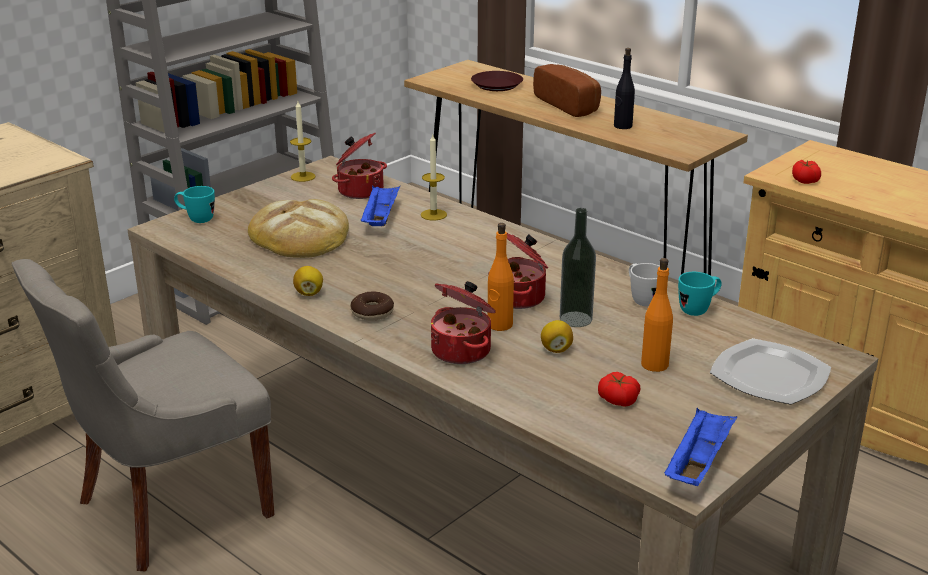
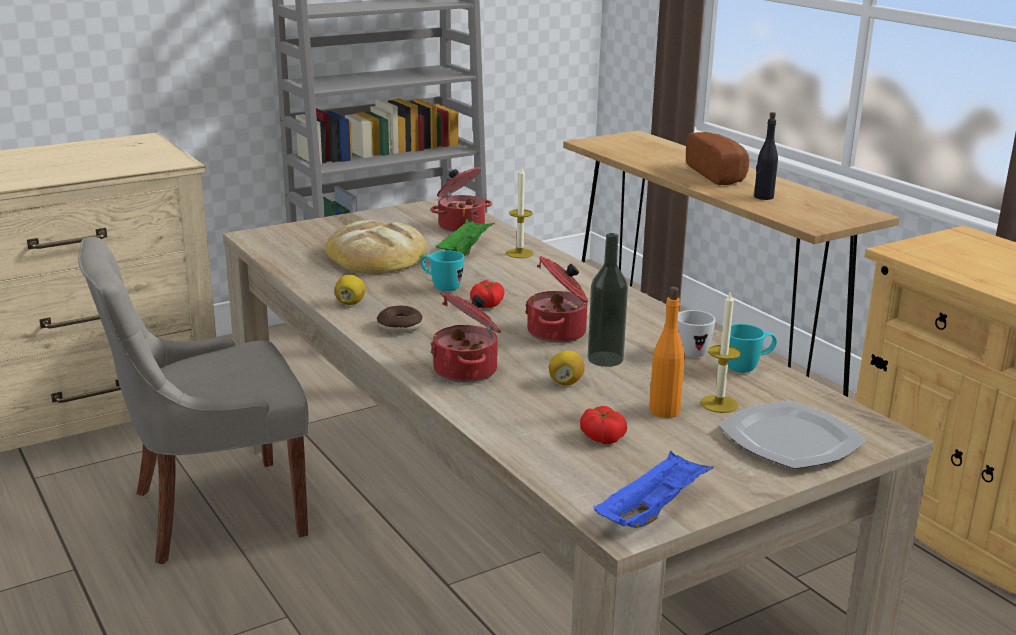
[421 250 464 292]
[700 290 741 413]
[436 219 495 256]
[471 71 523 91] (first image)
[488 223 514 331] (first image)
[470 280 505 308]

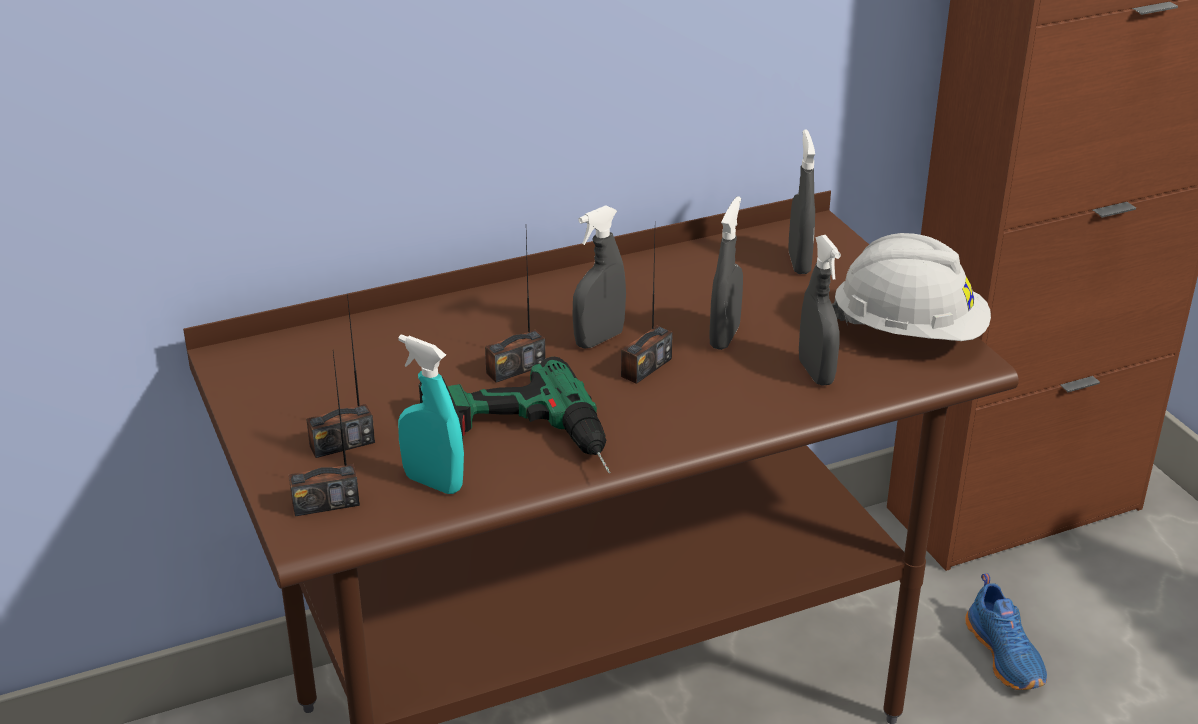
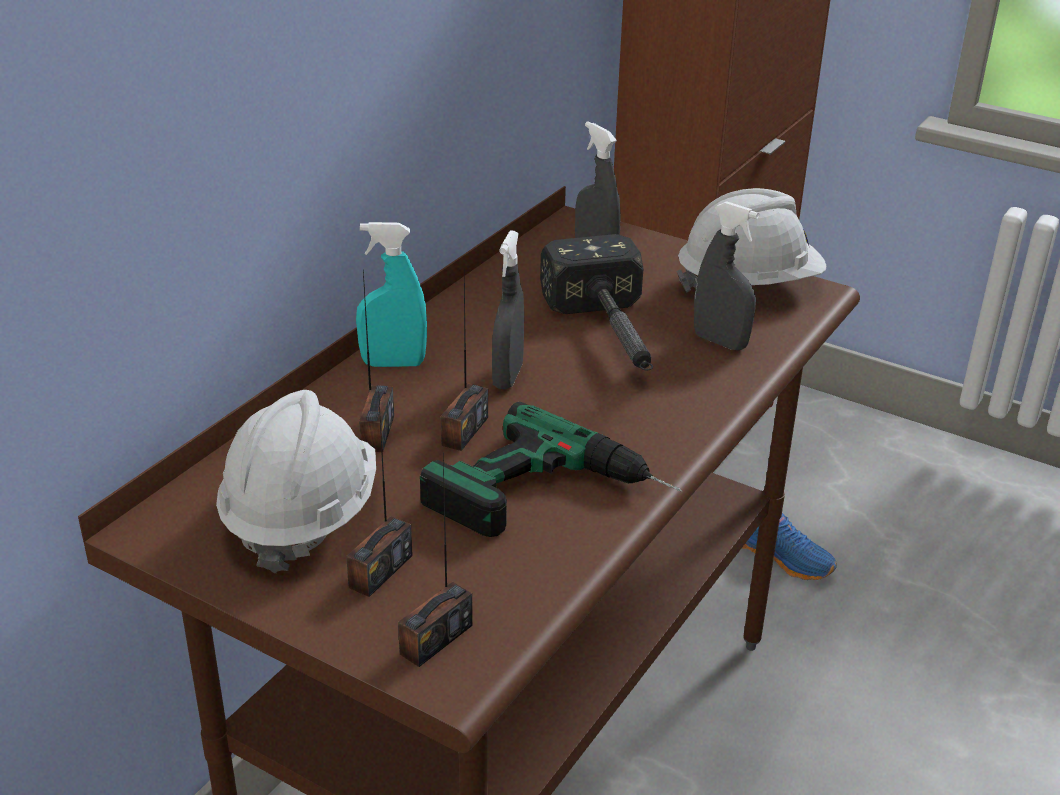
[356 222 427 367]
[359 270 394 452]
[540 234 653 370]
[216 390 376 573]

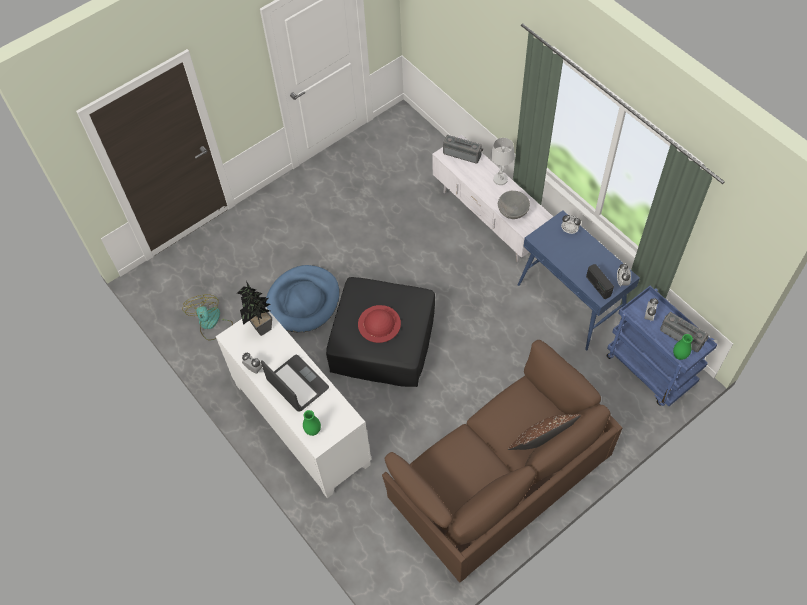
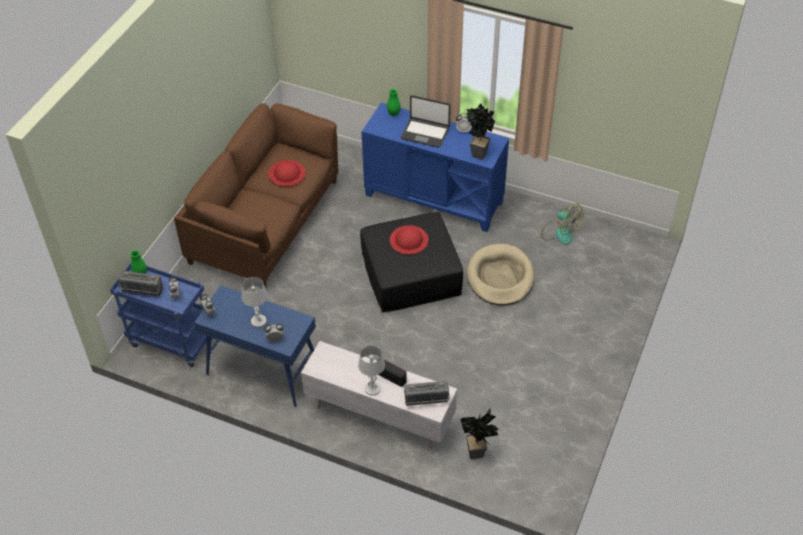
[362 103 509 232]
[467 244 535 305]
[498 191 530 219] (first image)
[508 414 581 450] (first image)
[378 358 407 387]
[242 277 268 328]
[268 160 306 186]
[460 409 499 459]

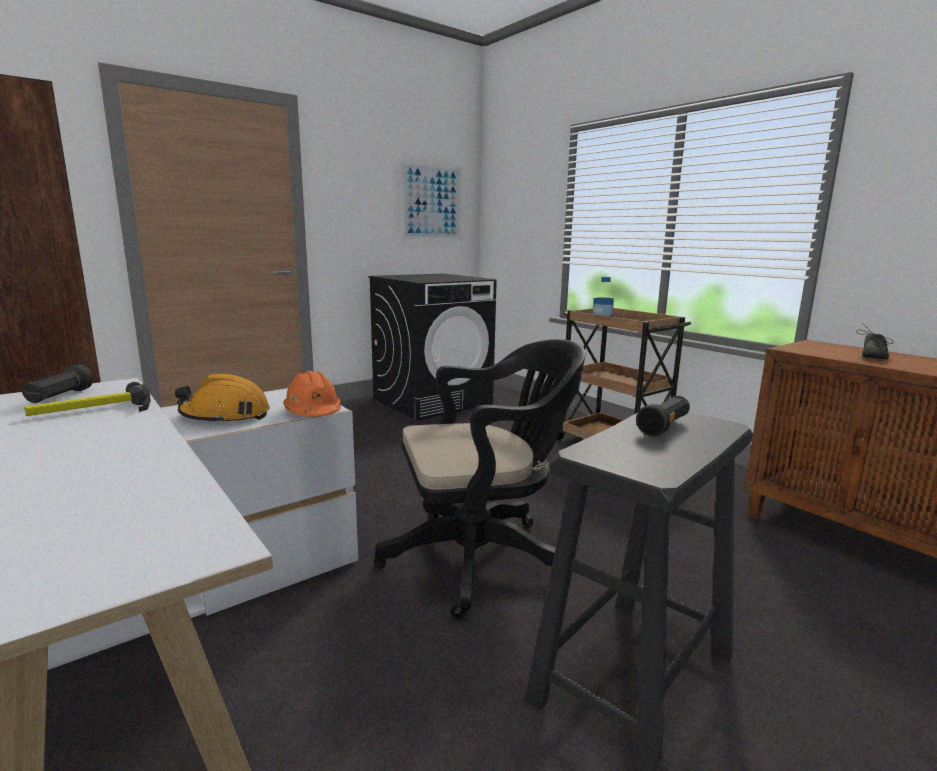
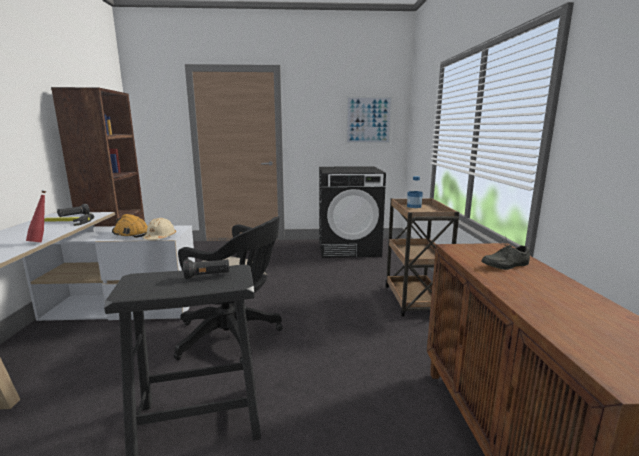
[143 218 176 240]
[26 191 46 242]

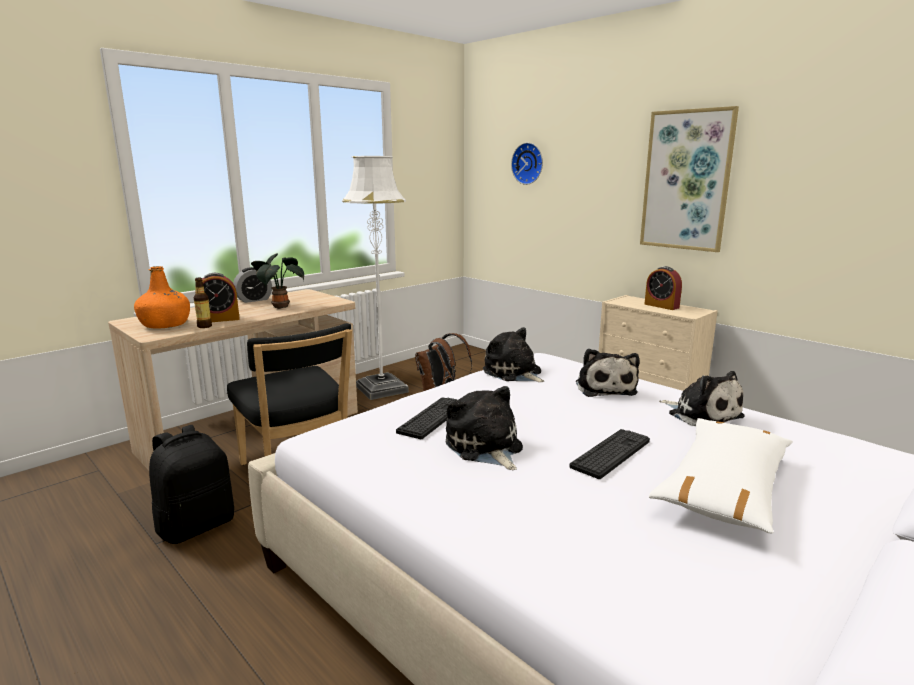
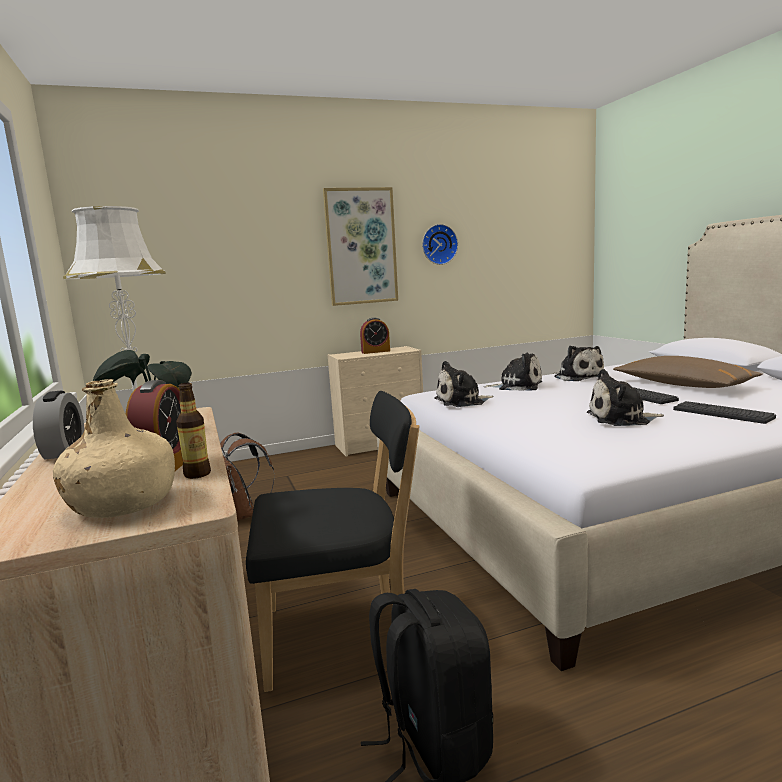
[53 379 175 518]
[673 401 776 424]
[422 224 458 265]
[613 356 763 388]
[553 346 604 381]

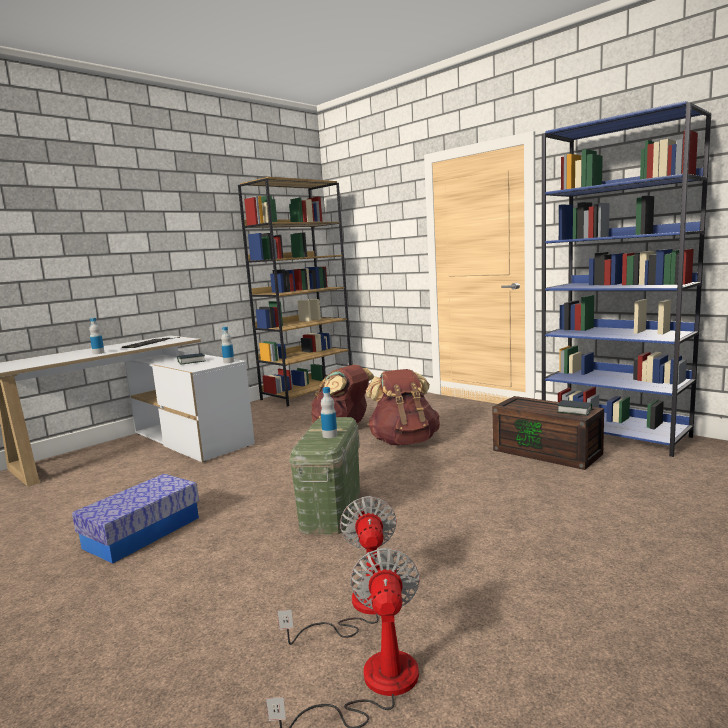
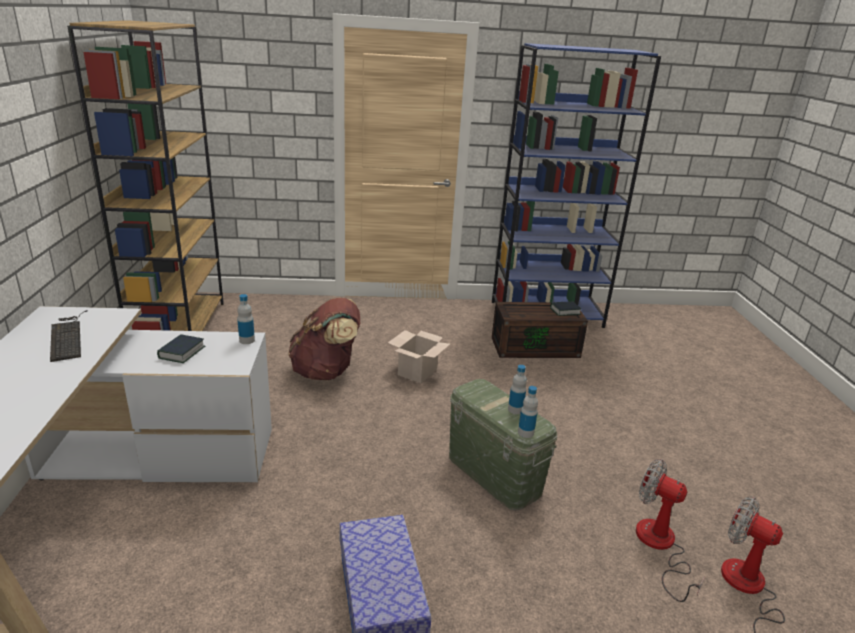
[518 386 538 438]
[388 330 450 383]

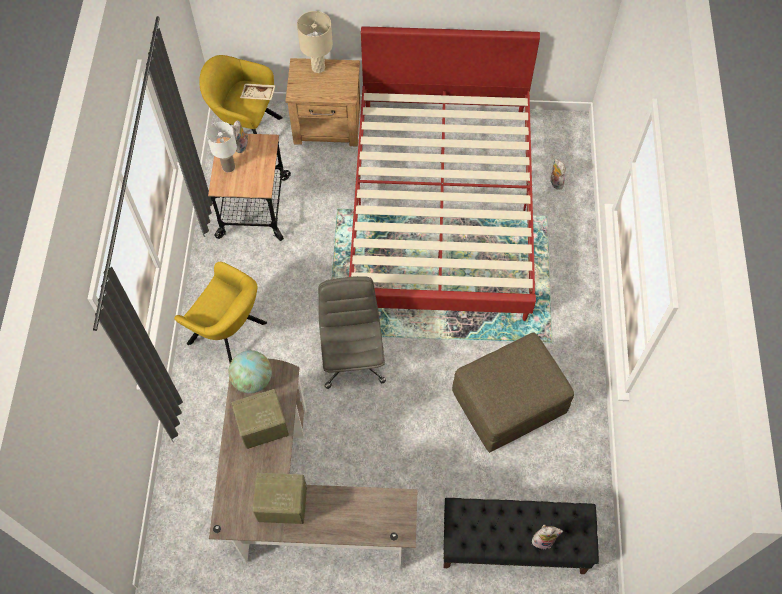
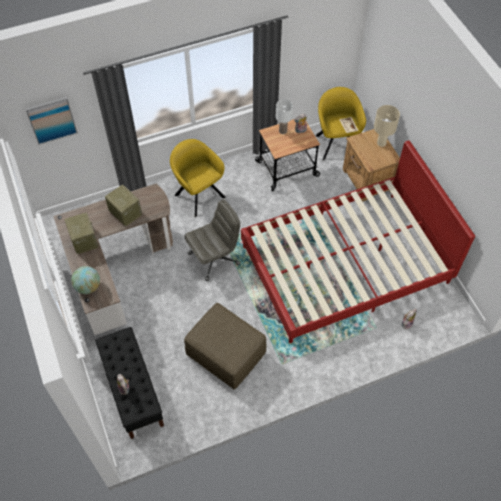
[170 139 226 217]
[71 266 100 294]
[25 97 78 145]

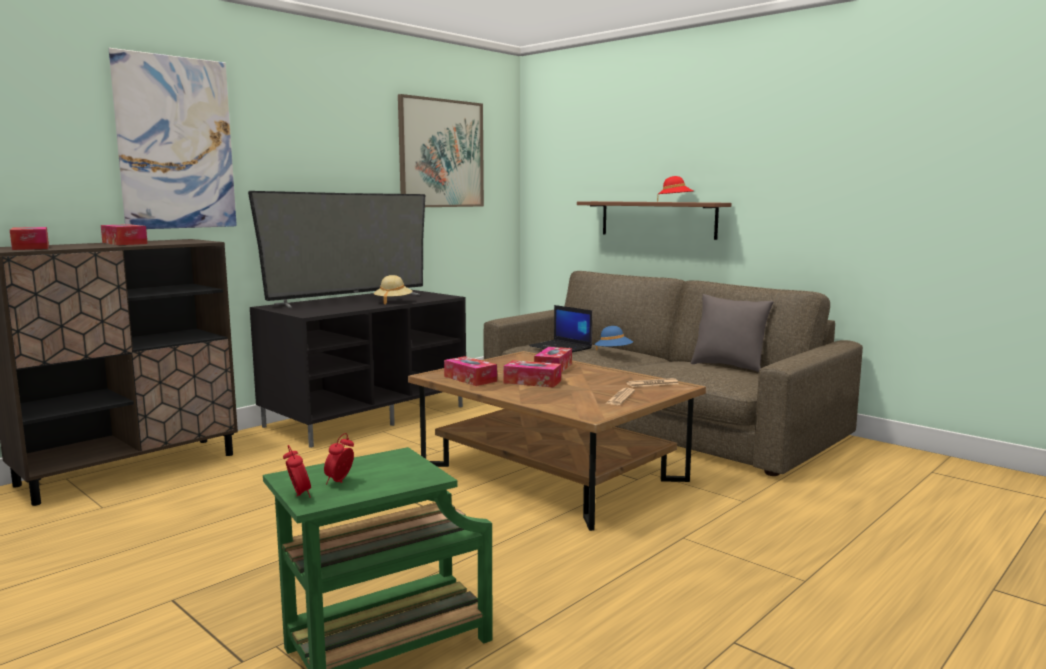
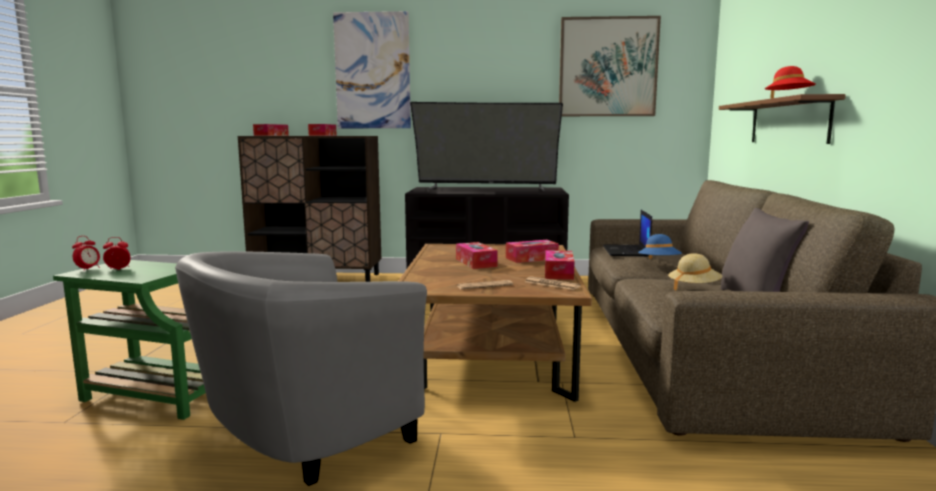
[668 253 723 291]
[545 250 574 280]
[175 251 427 486]

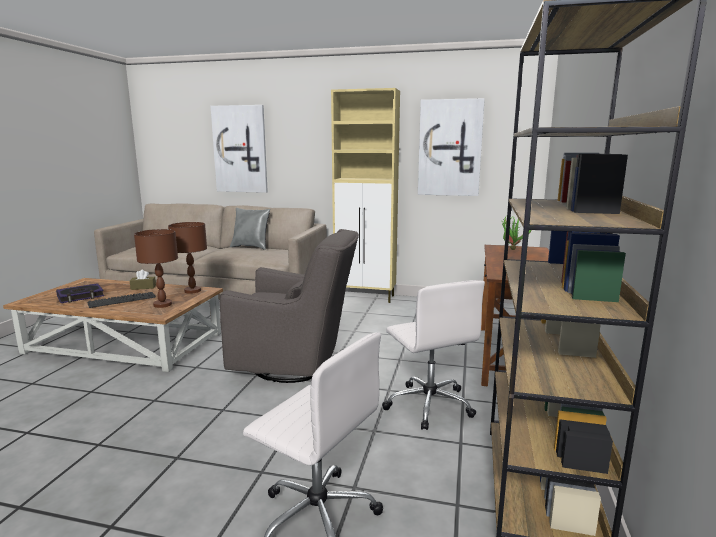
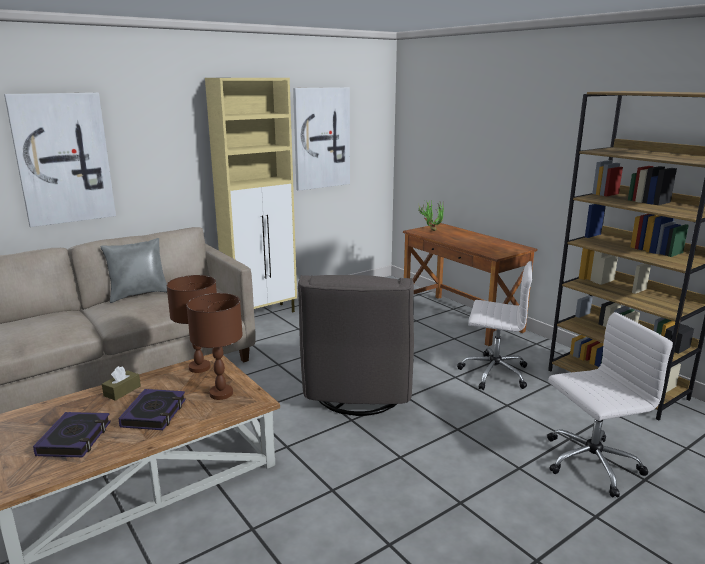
[119 389 186 430]
[298 275 414 416]

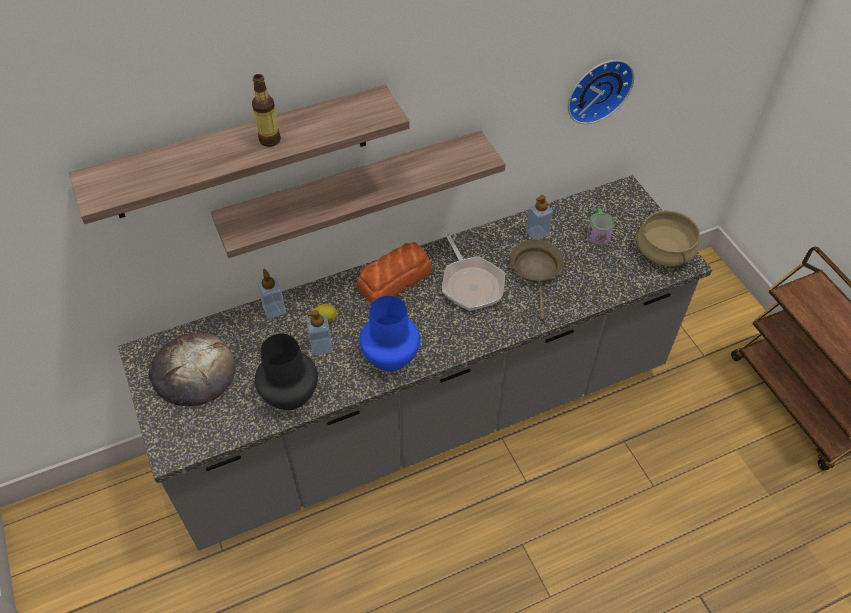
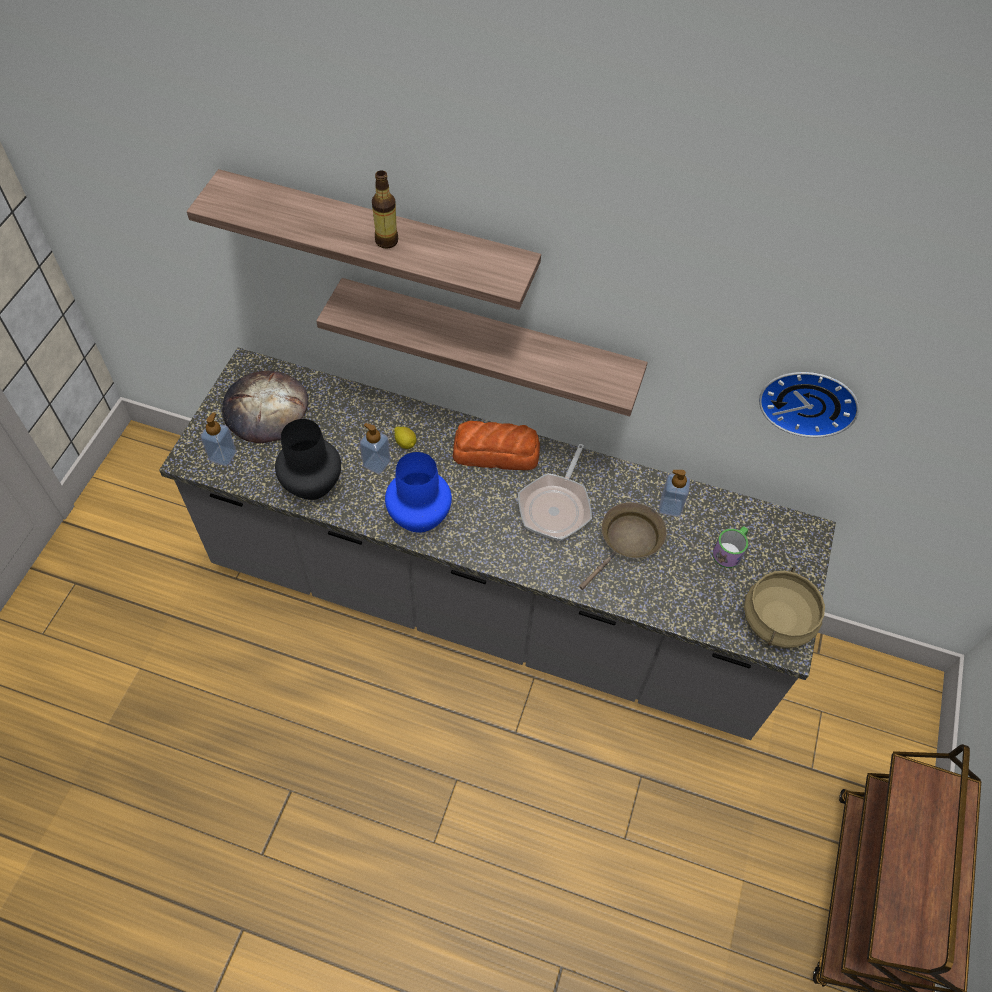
[200 412 236 466]

